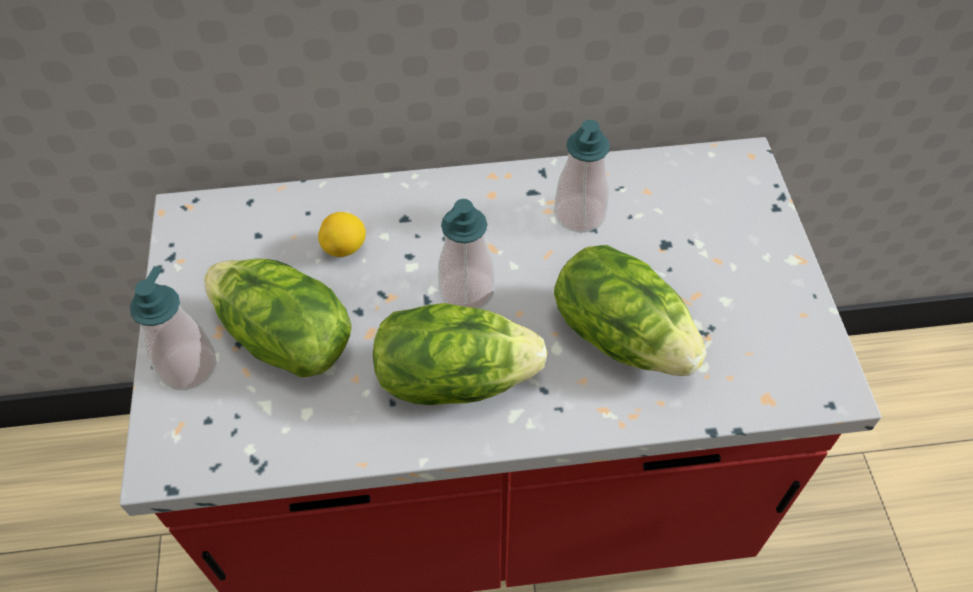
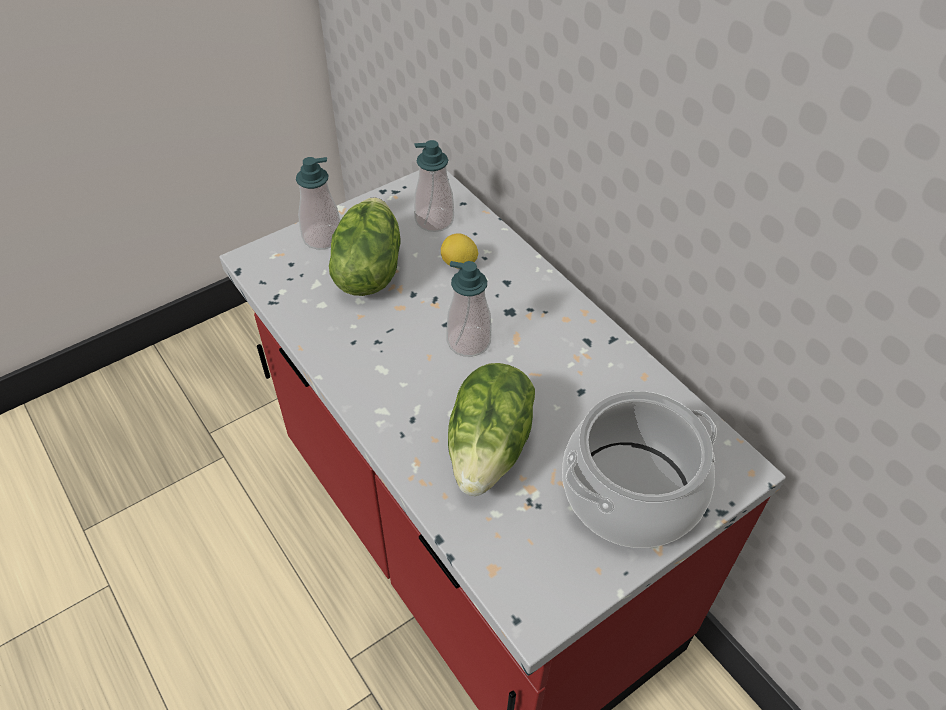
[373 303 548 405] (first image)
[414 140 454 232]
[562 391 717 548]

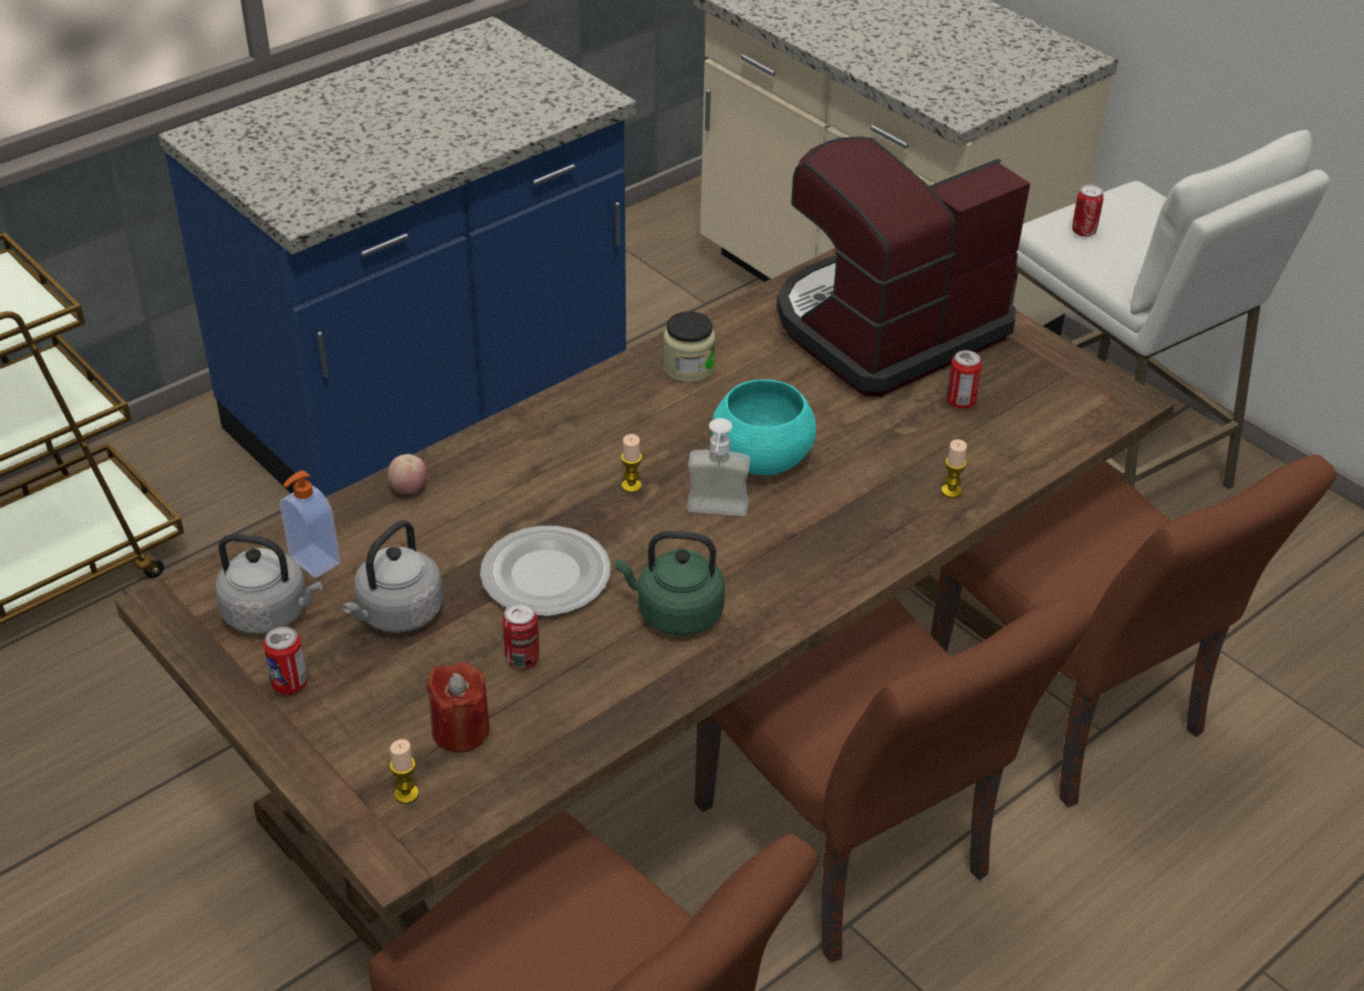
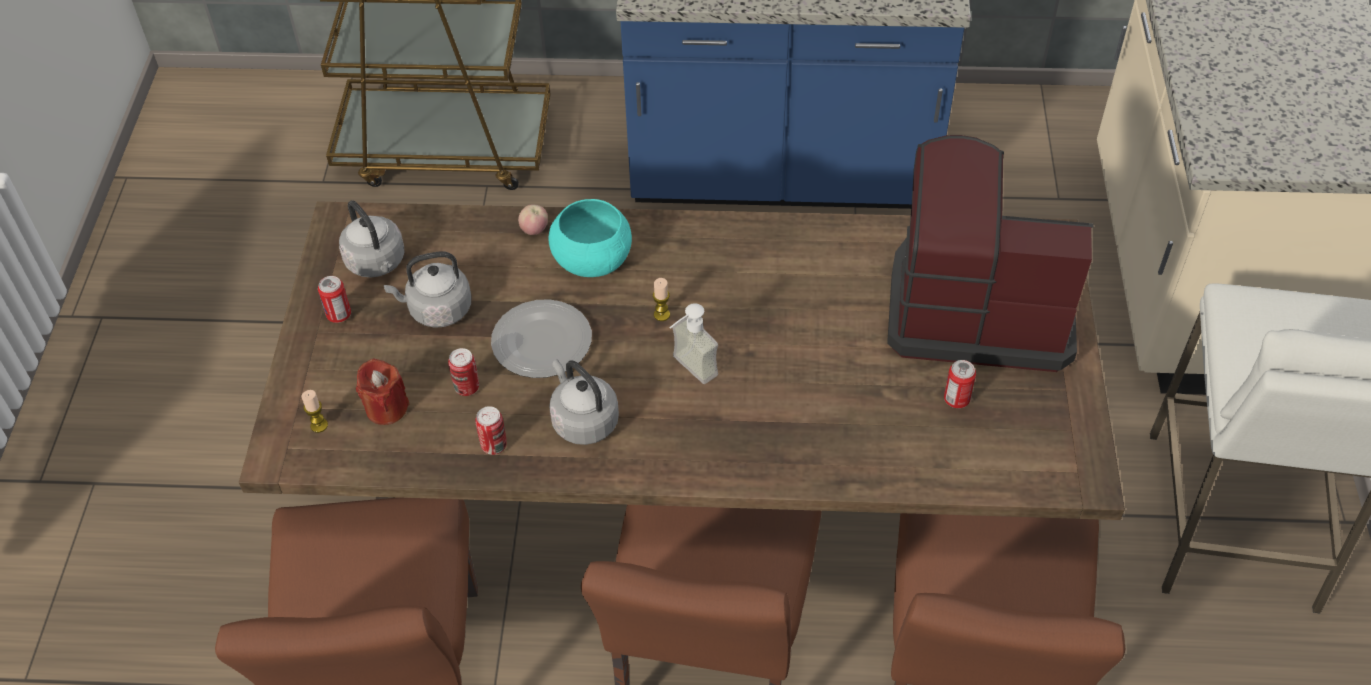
[280 470 340 578] (first image)
[549 359 619 445]
[663 311 715 383] (first image)
[549 199 632 277]
[941 439 967 498] (first image)
[475 406 507 455]

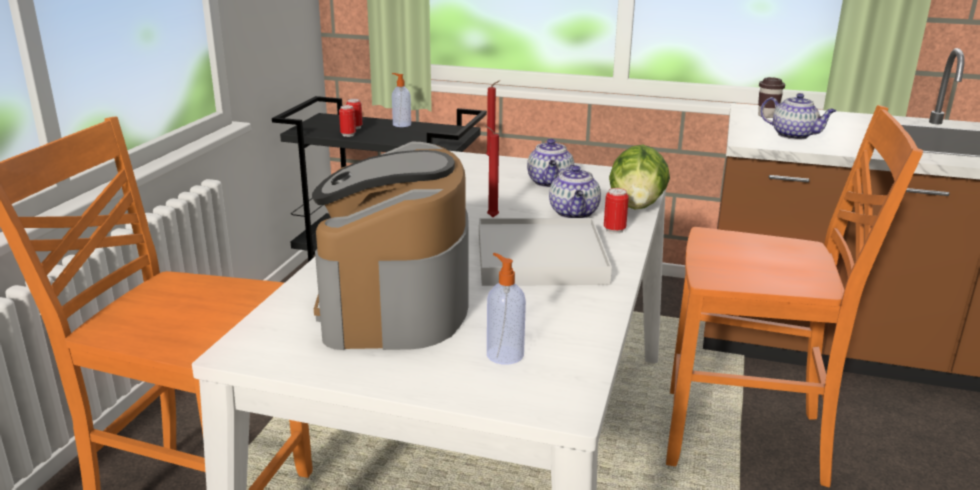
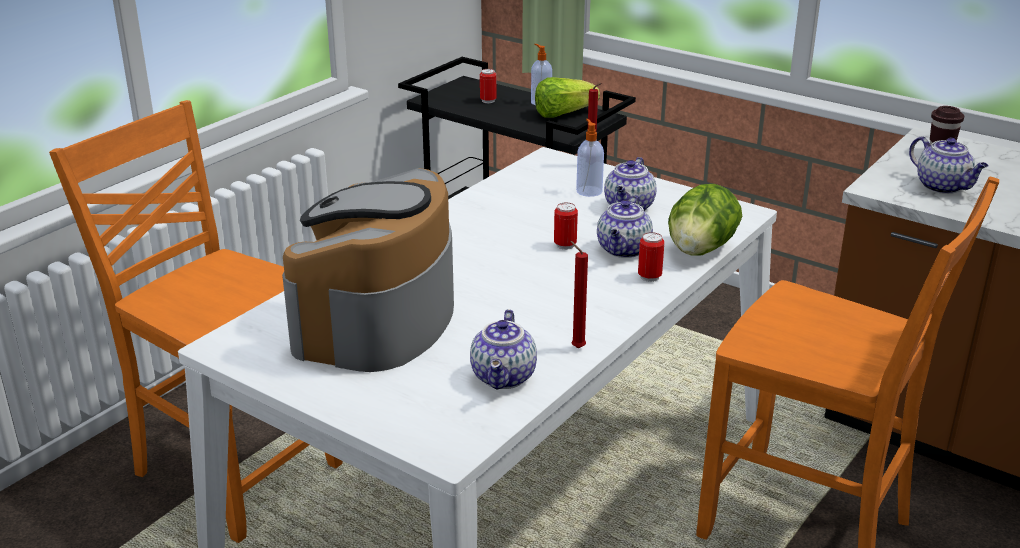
[554 203 578 250]
[479 218 612 286] (first image)
[570 241 588 348]
[576 119 604 197]
[470 309 537 389]
[535 77 600 118]

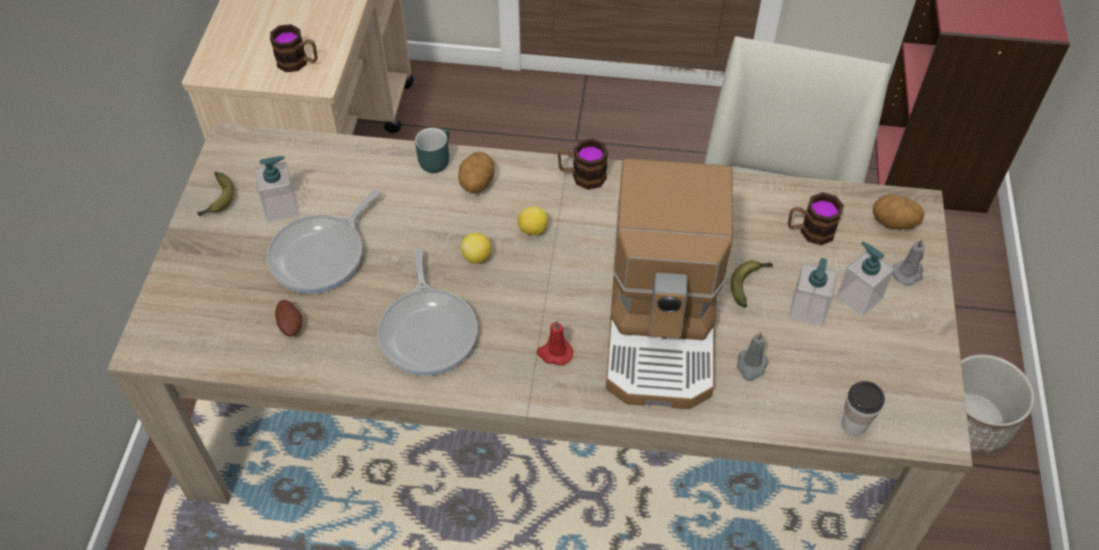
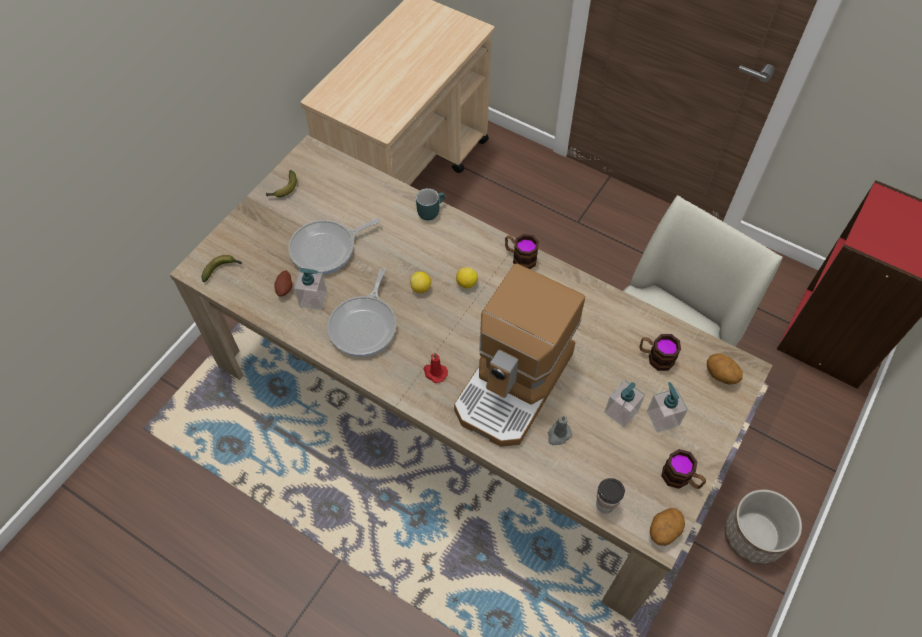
[294 268 327 310]
[661 449 706 489]
[650 508 685 546]
[201 255 242 282]
[892 238 925 285] (first image)

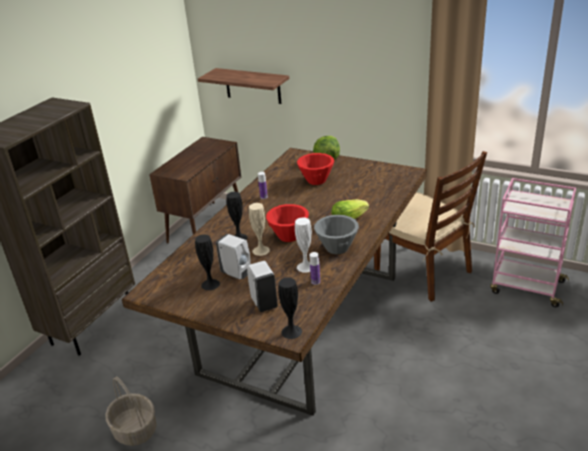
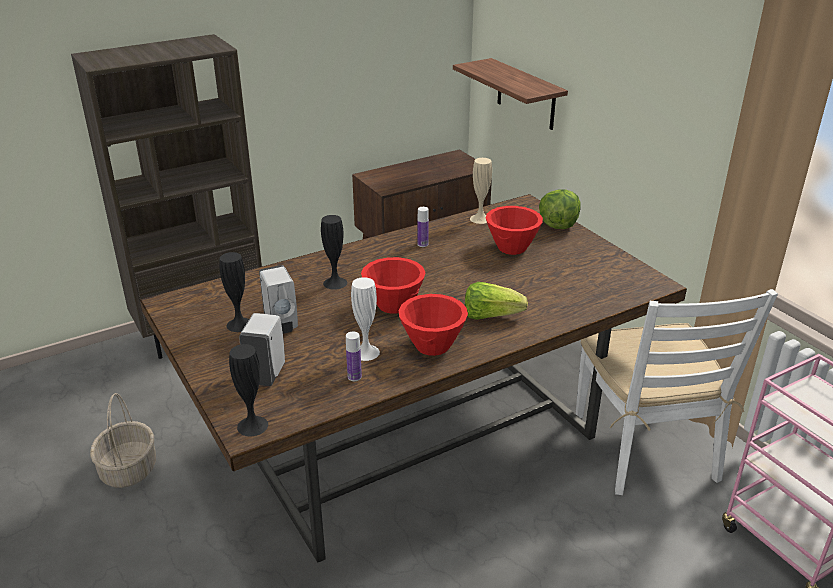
[470 158 492 224]
[399 294 468 356]
[576 289 778 495]

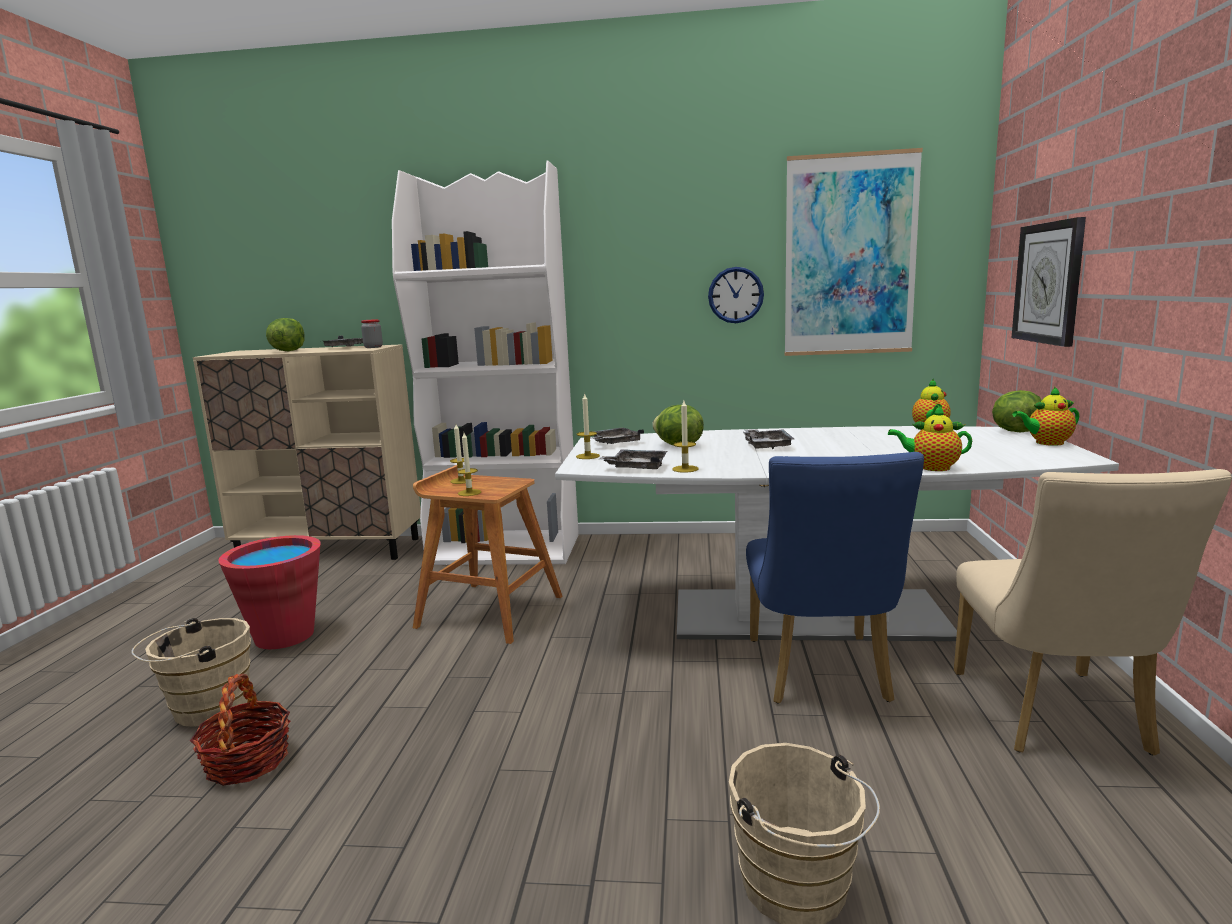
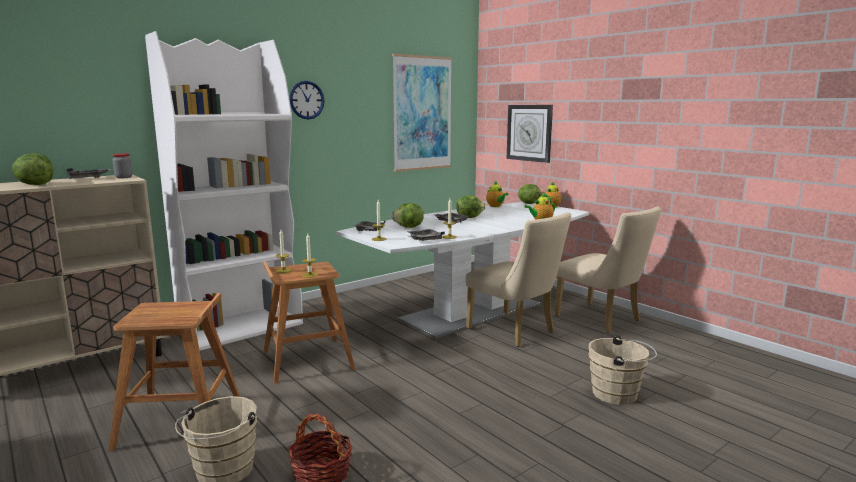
[109 293 240 451]
[289 81 324 120]
[466 212 571 347]
[456 195 485 218]

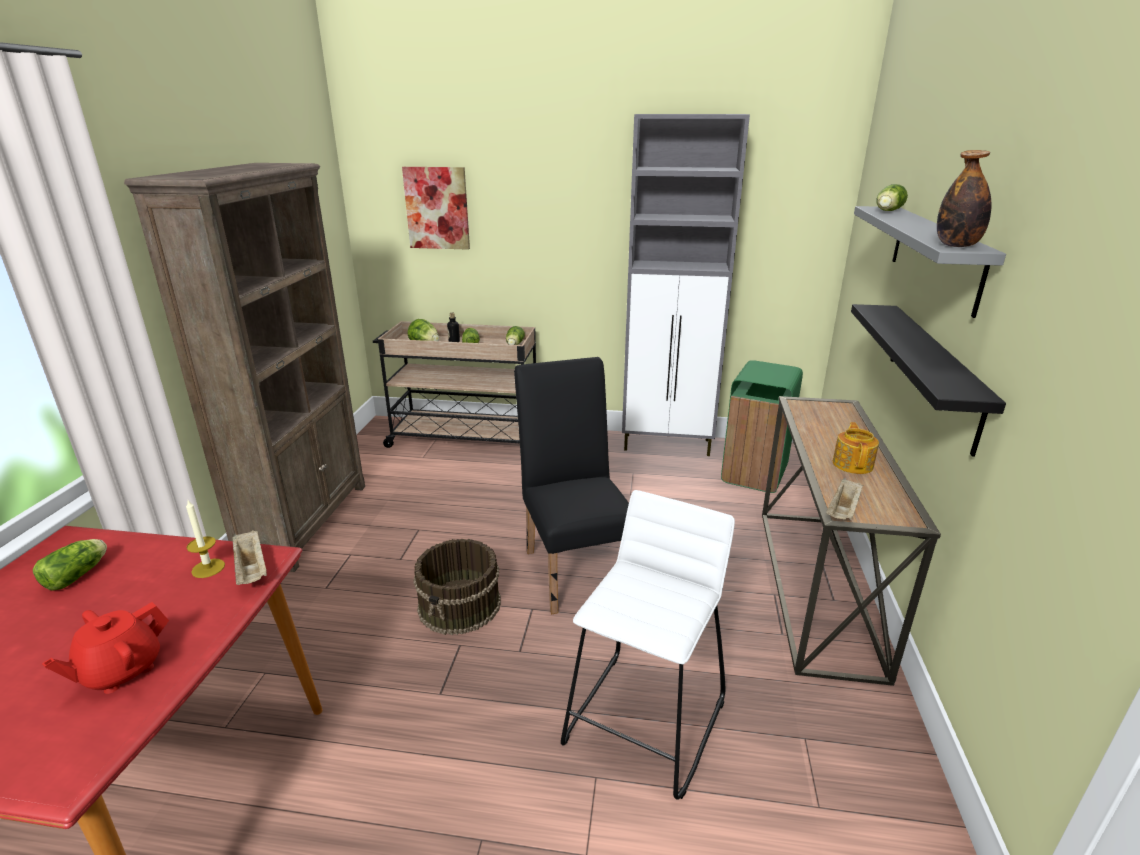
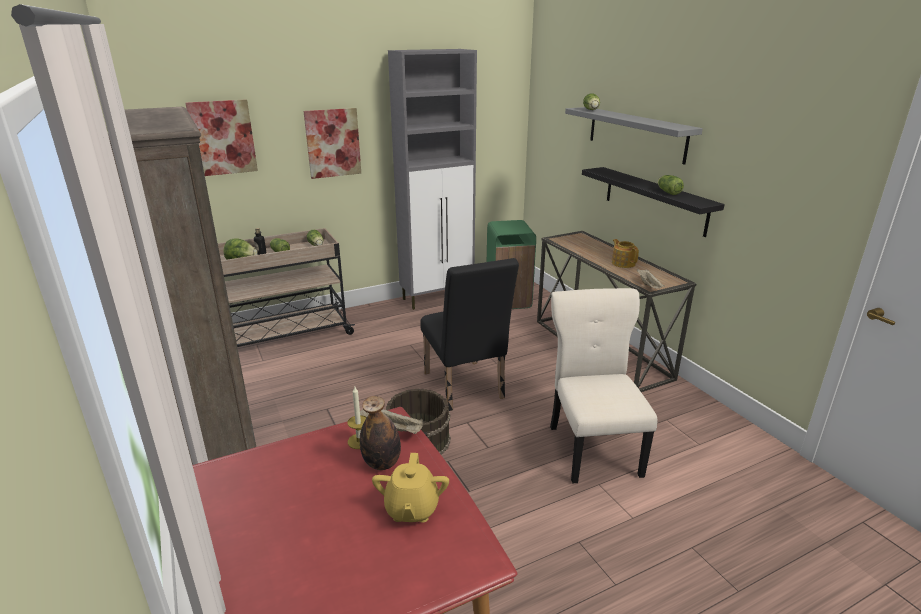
[658 175 684 195]
[372 453 449 523]
[420 258 519 411]
[550 288 657 483]
[360 396 401 470]
[304 108 361 179]

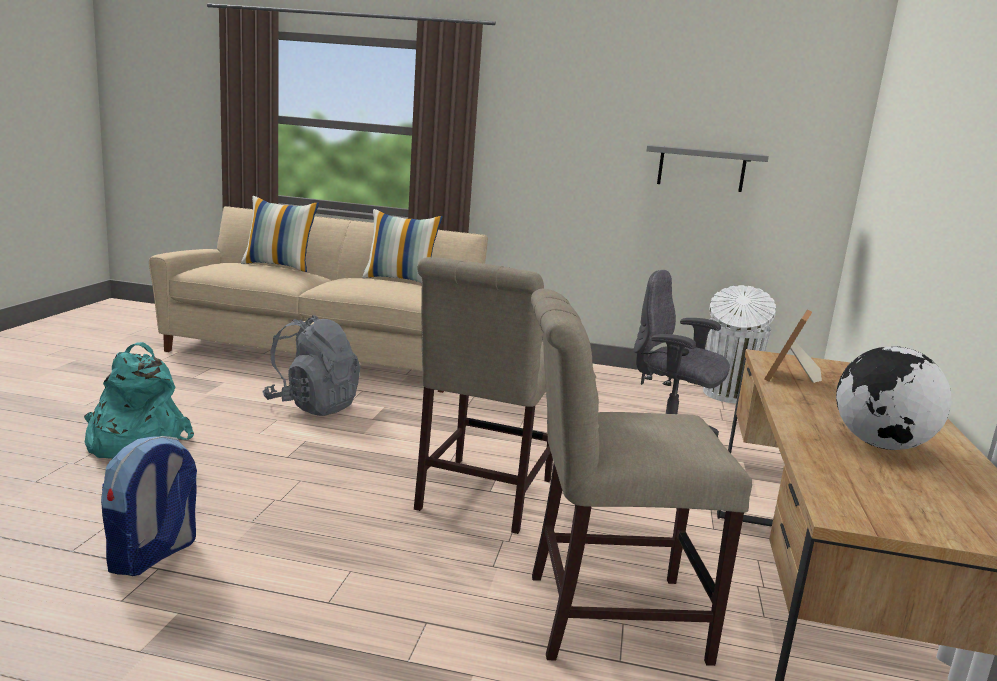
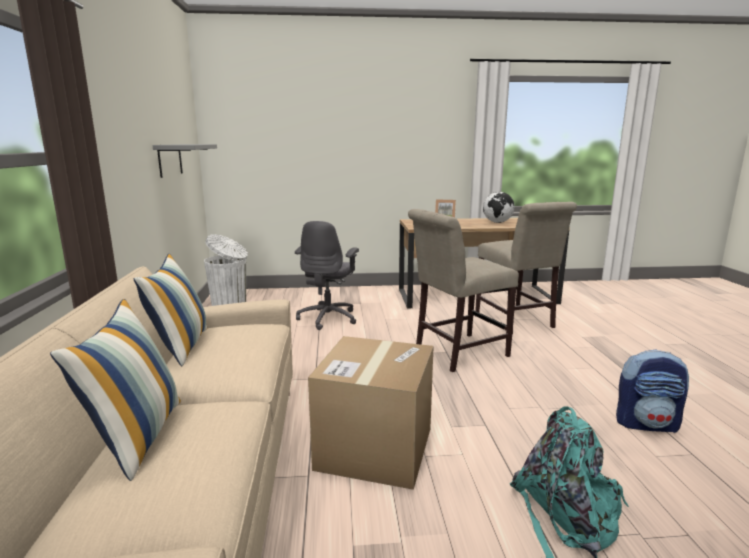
[308 336 434 490]
[408 209 519 372]

